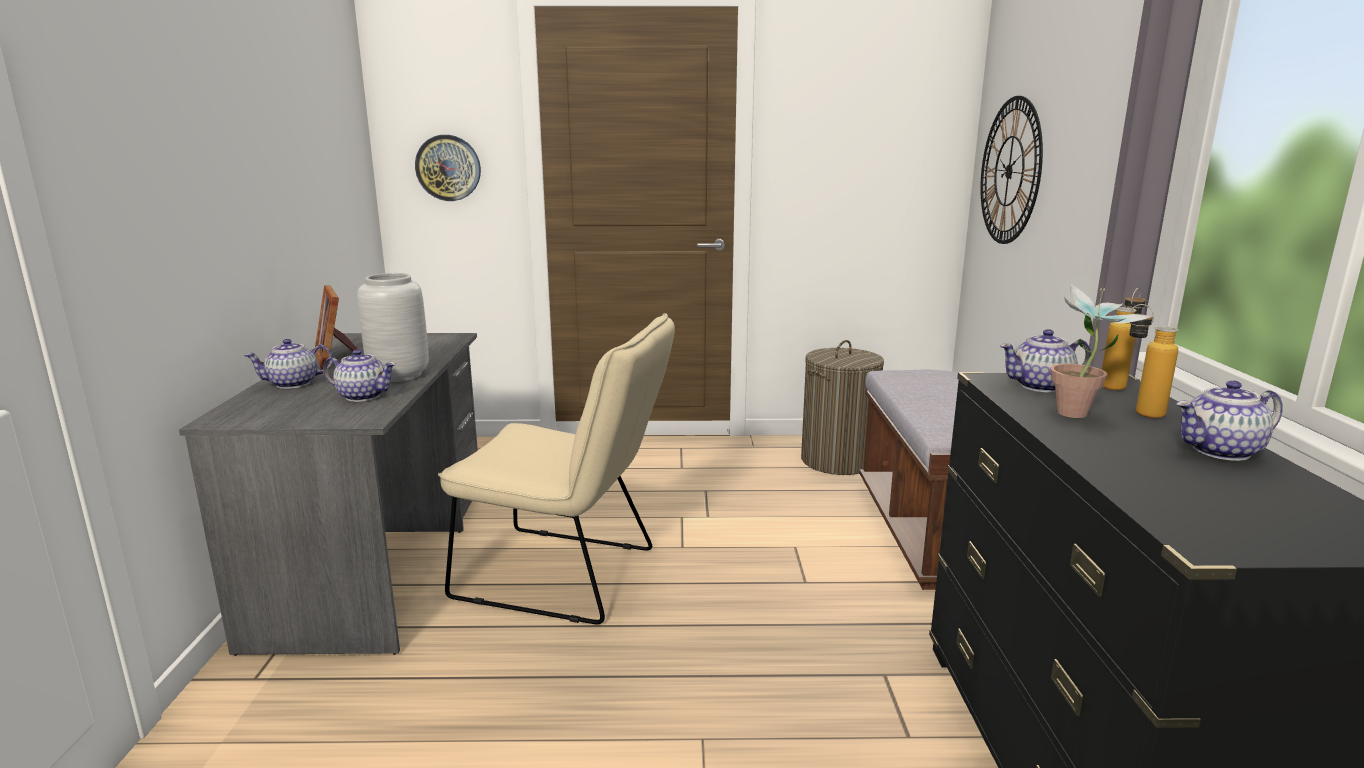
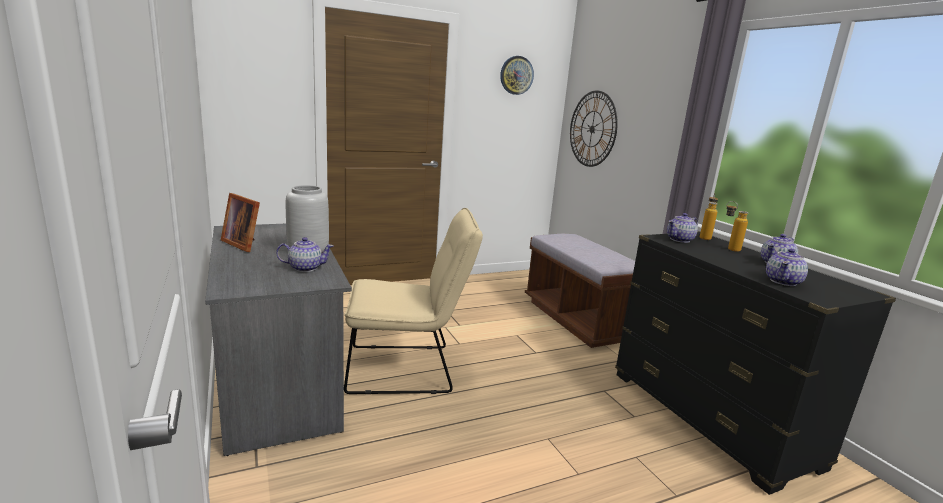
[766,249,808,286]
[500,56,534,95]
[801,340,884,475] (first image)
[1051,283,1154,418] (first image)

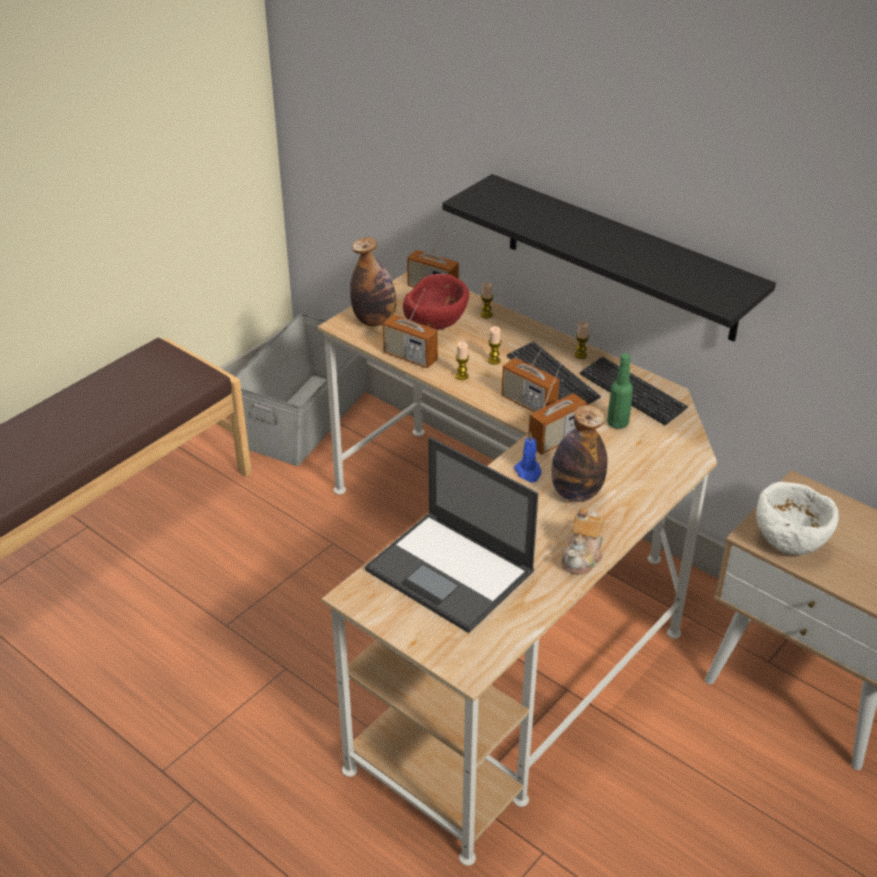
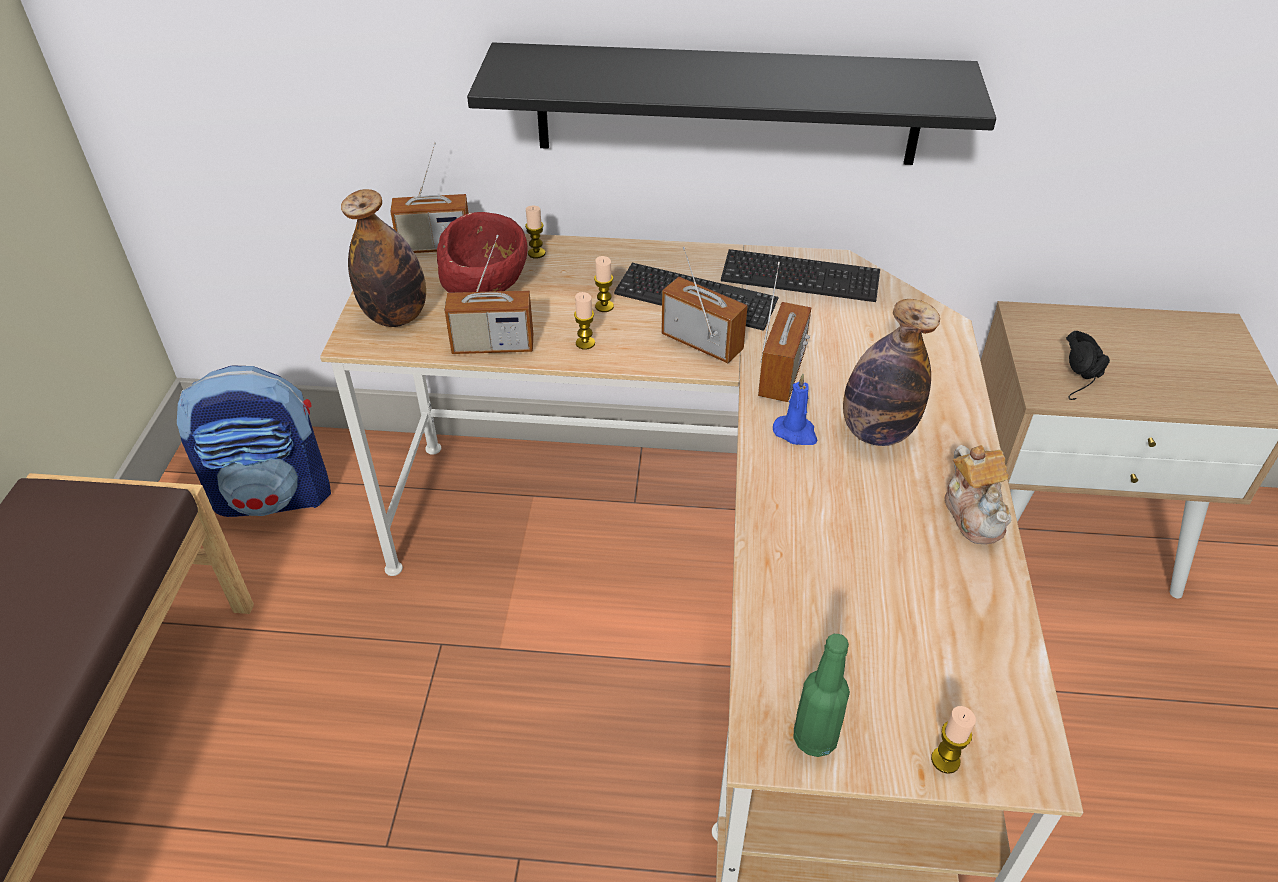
[177,365,331,517]
[365,437,539,633] (first image)
[661,247,748,363]
[931,706,976,774]
[794,634,850,757]
[1066,331,1110,400]

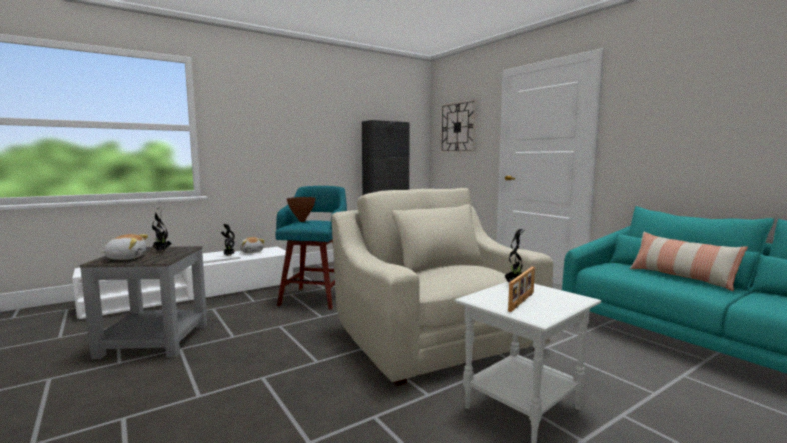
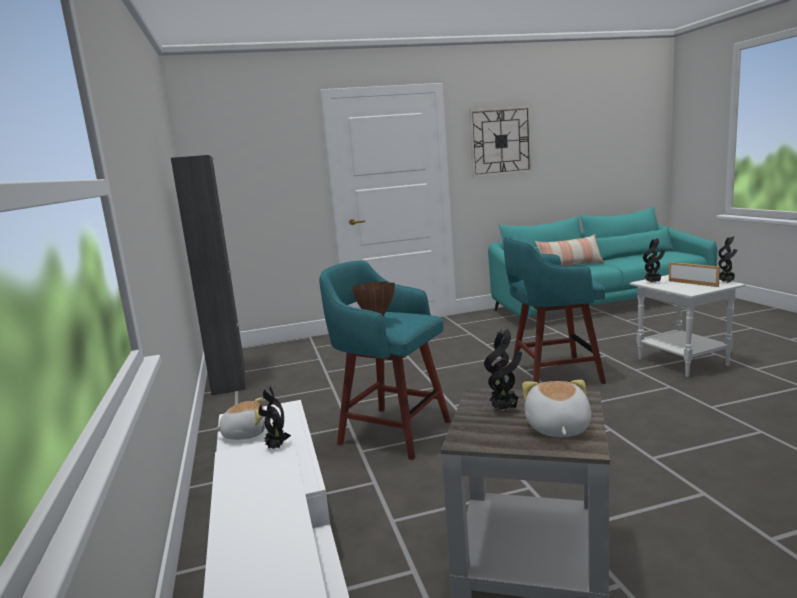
[503,235,606,384]
[469,106,532,177]
[718,236,738,283]

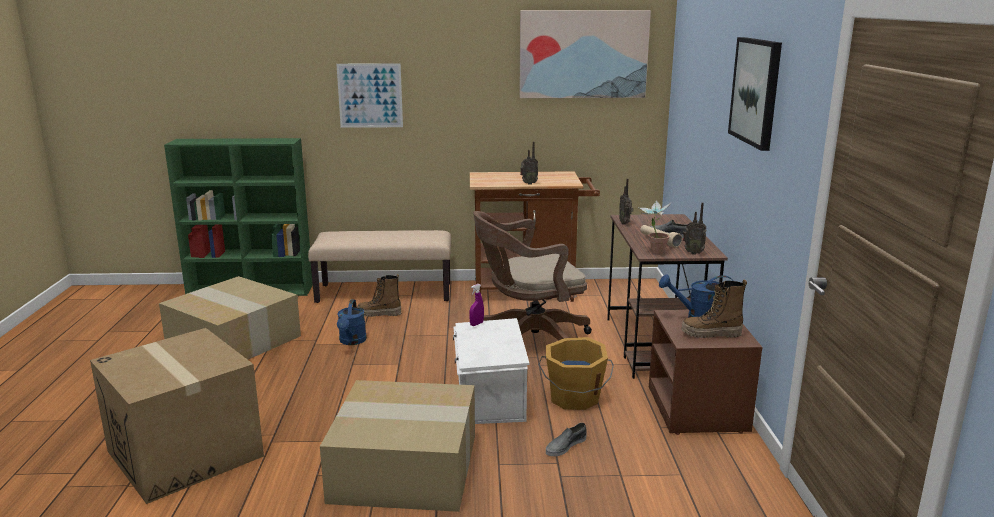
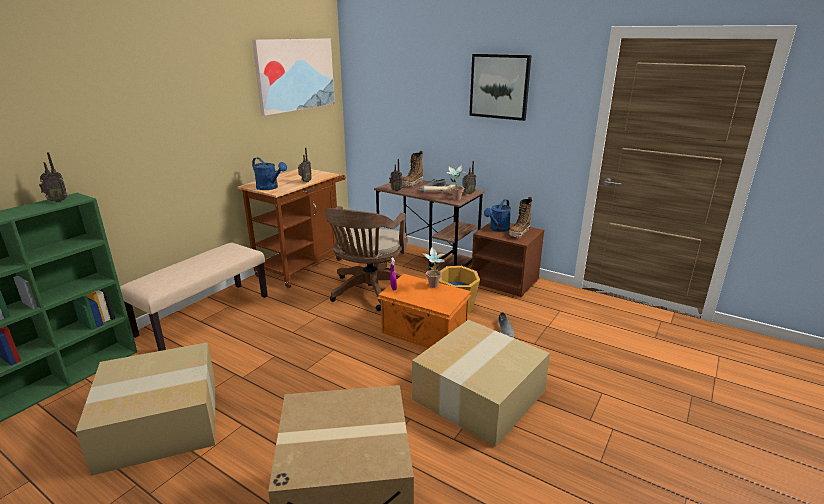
[336,63,403,128] (first image)
[252,157,287,190]
[402,151,423,187]
[377,274,472,348]
[39,152,67,203]
[422,247,446,288]

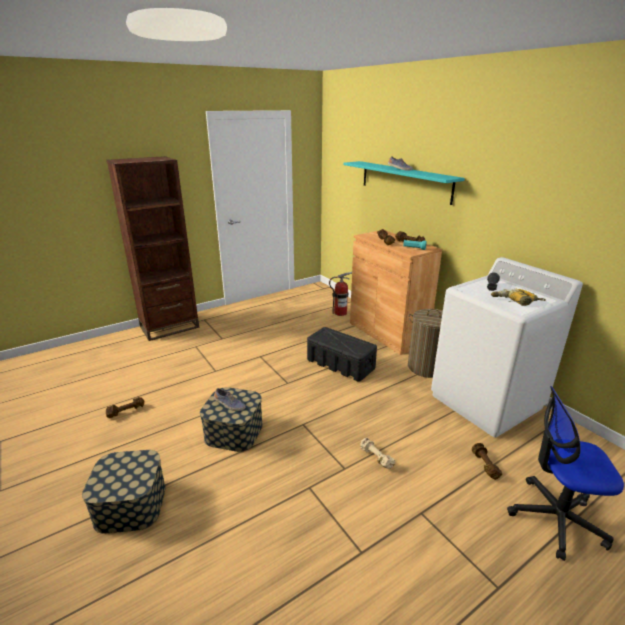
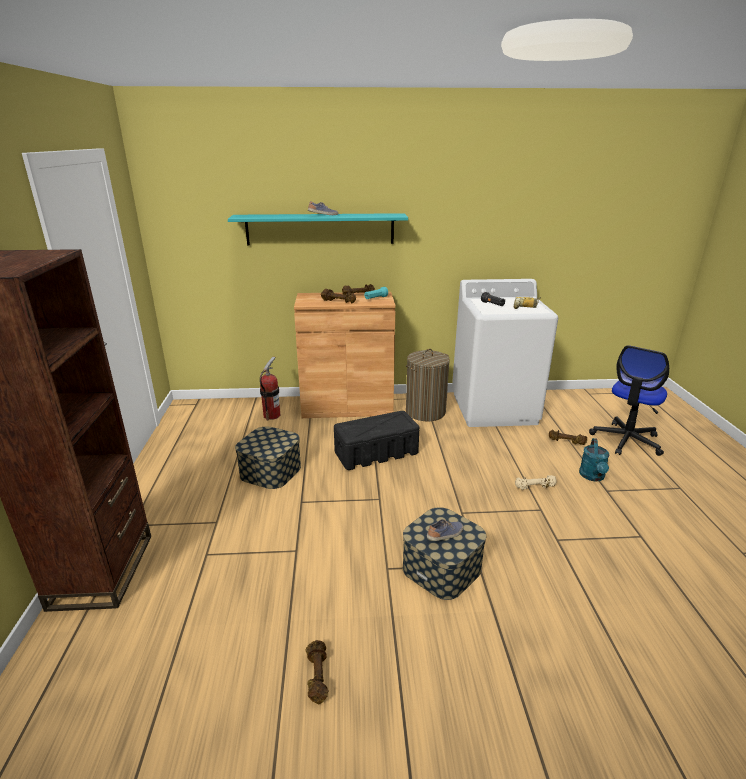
[235,427,301,489]
[579,438,609,481]

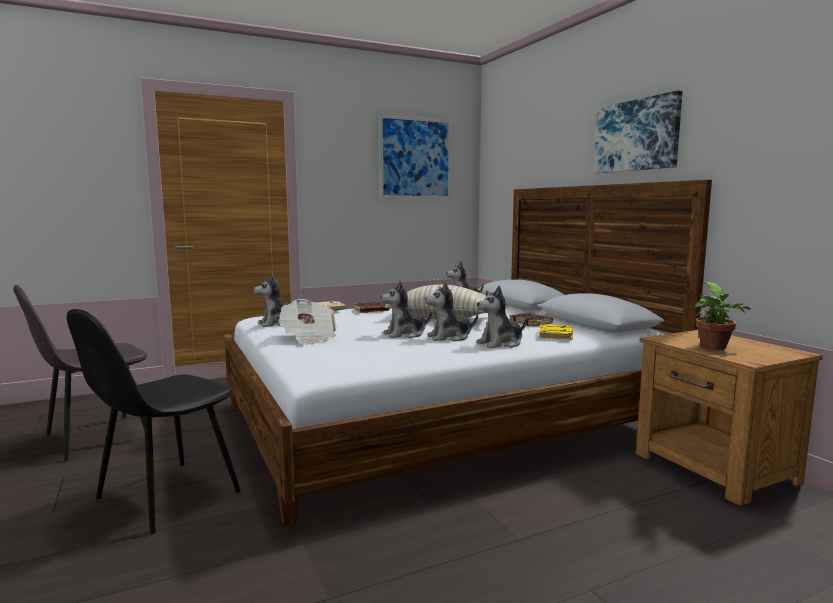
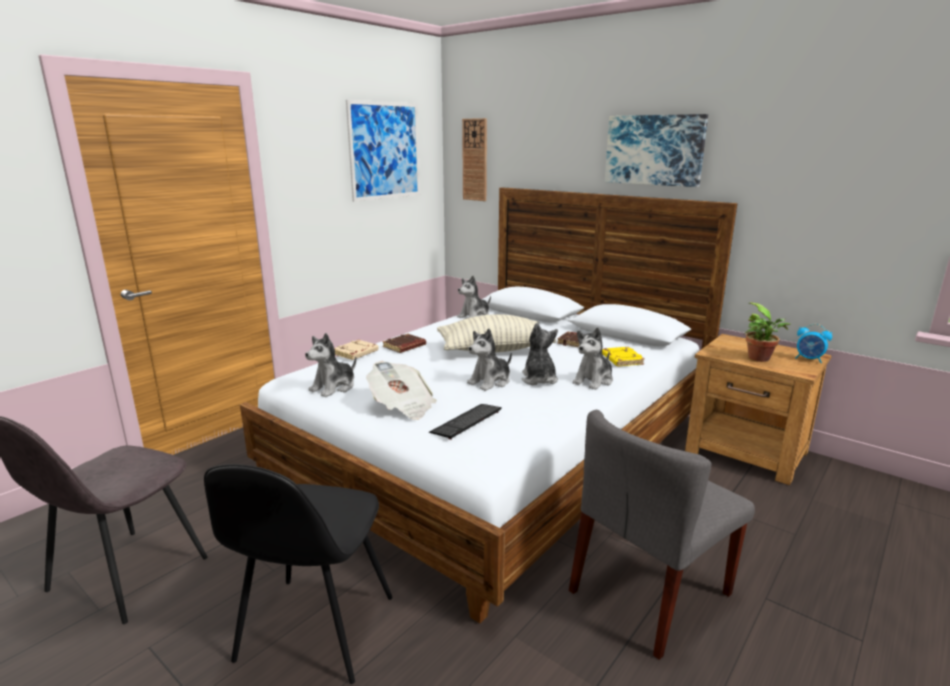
[522,323,558,385]
[429,404,502,440]
[462,118,487,201]
[569,410,755,660]
[795,324,832,363]

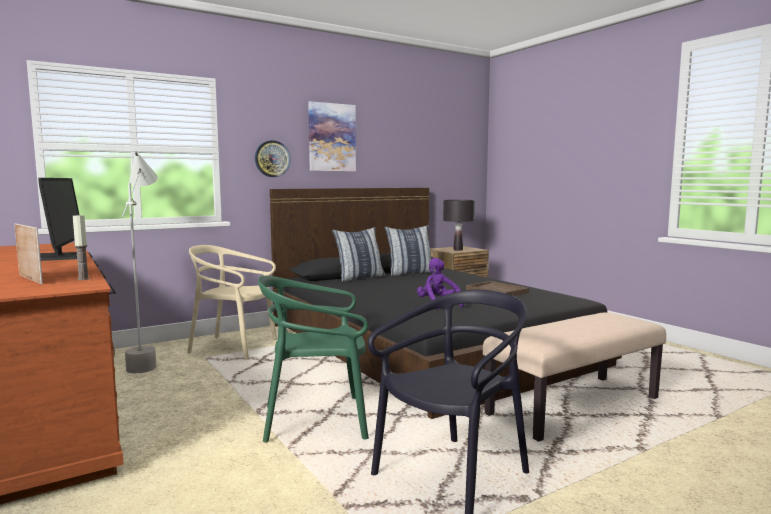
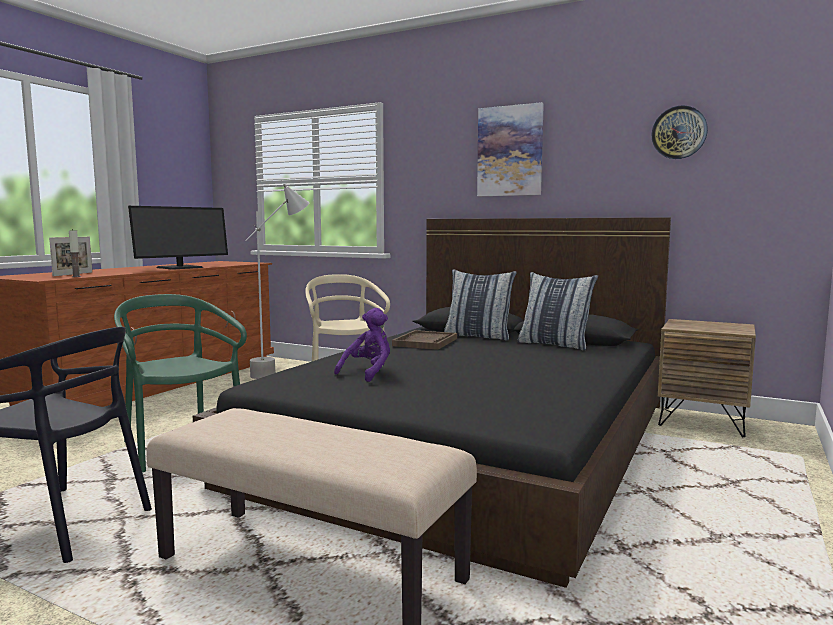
[652,105,708,159]
[443,200,475,251] (first image)
[392,330,457,350]

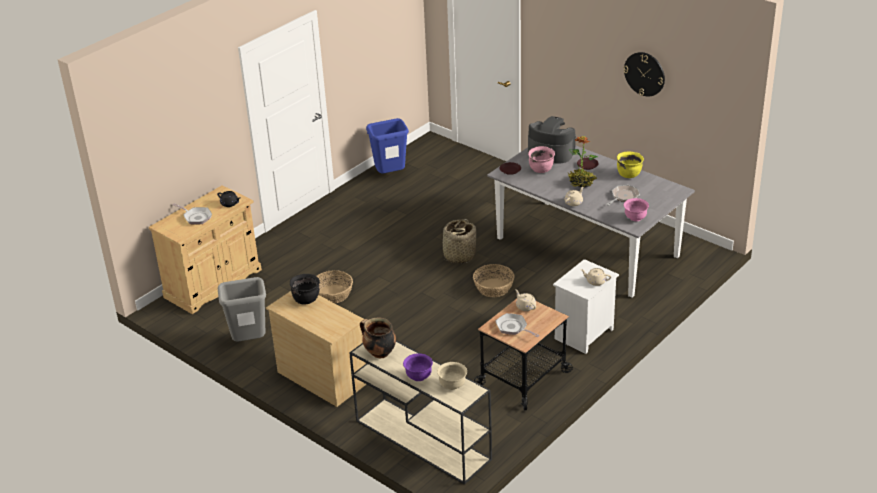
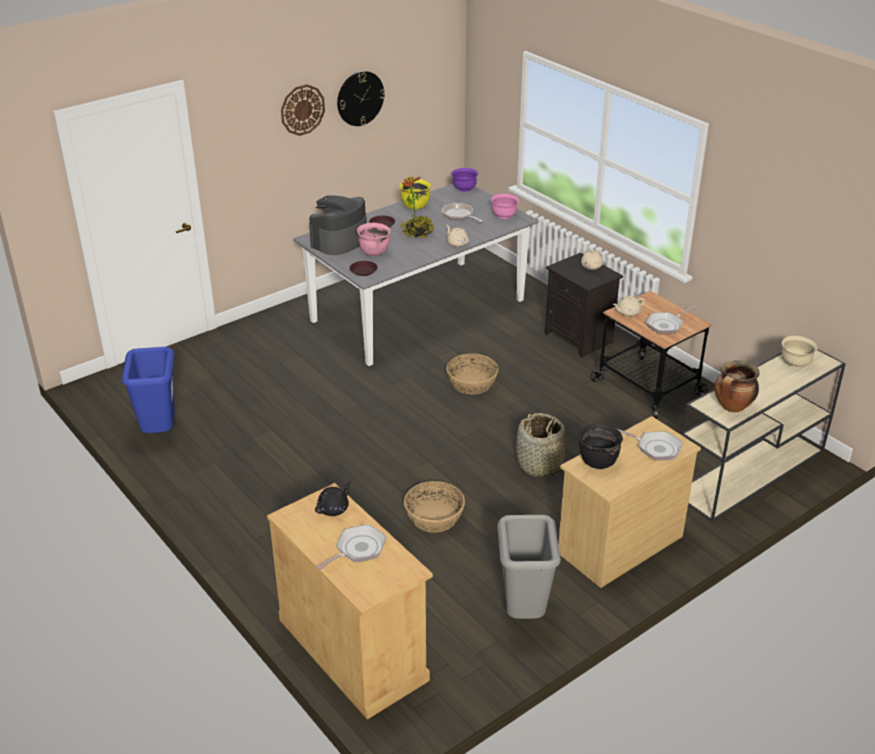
[451,168,478,192]
[516,413,565,477]
[545,252,623,357]
[281,84,325,136]
[618,429,682,461]

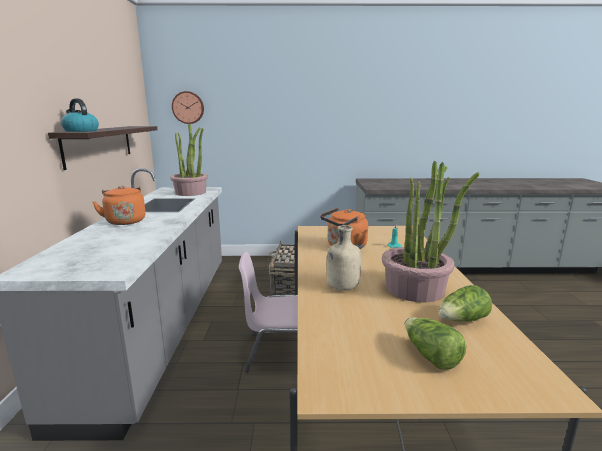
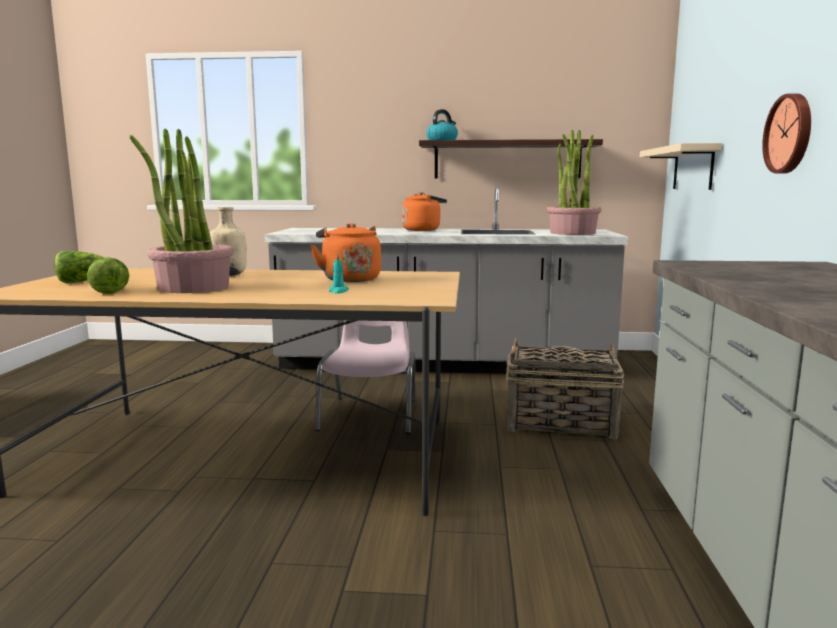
[762,94,811,173]
[640,143,722,190]

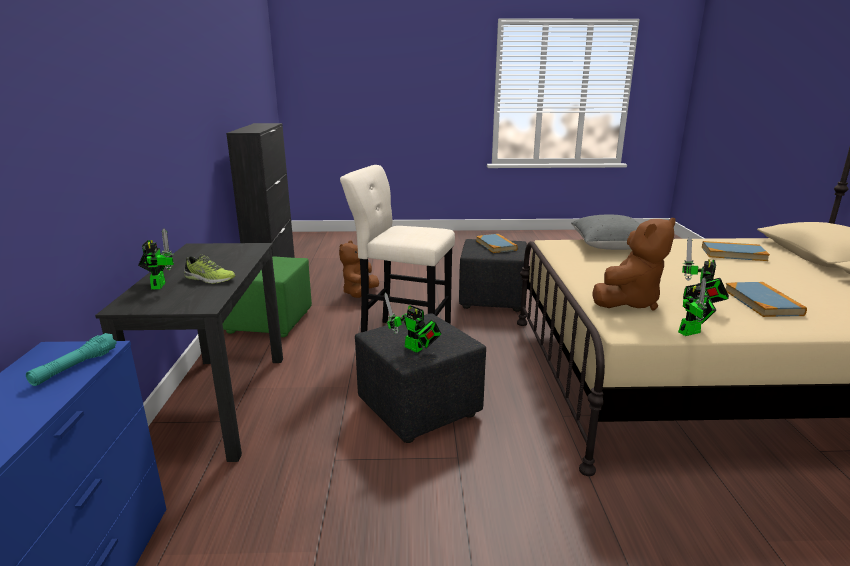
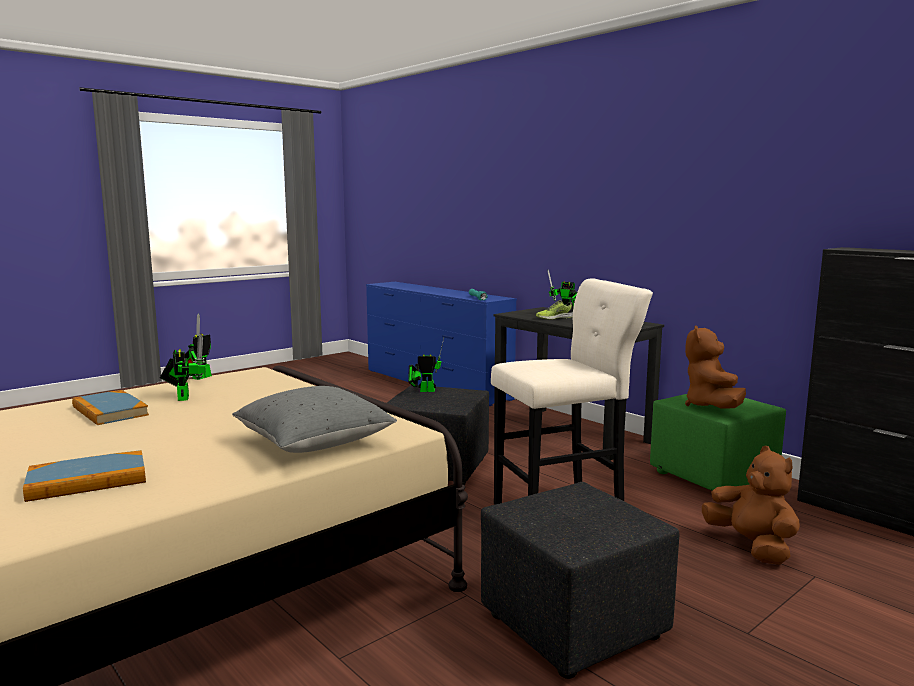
[476,234,518,253] (first image)
[685,326,746,409]

